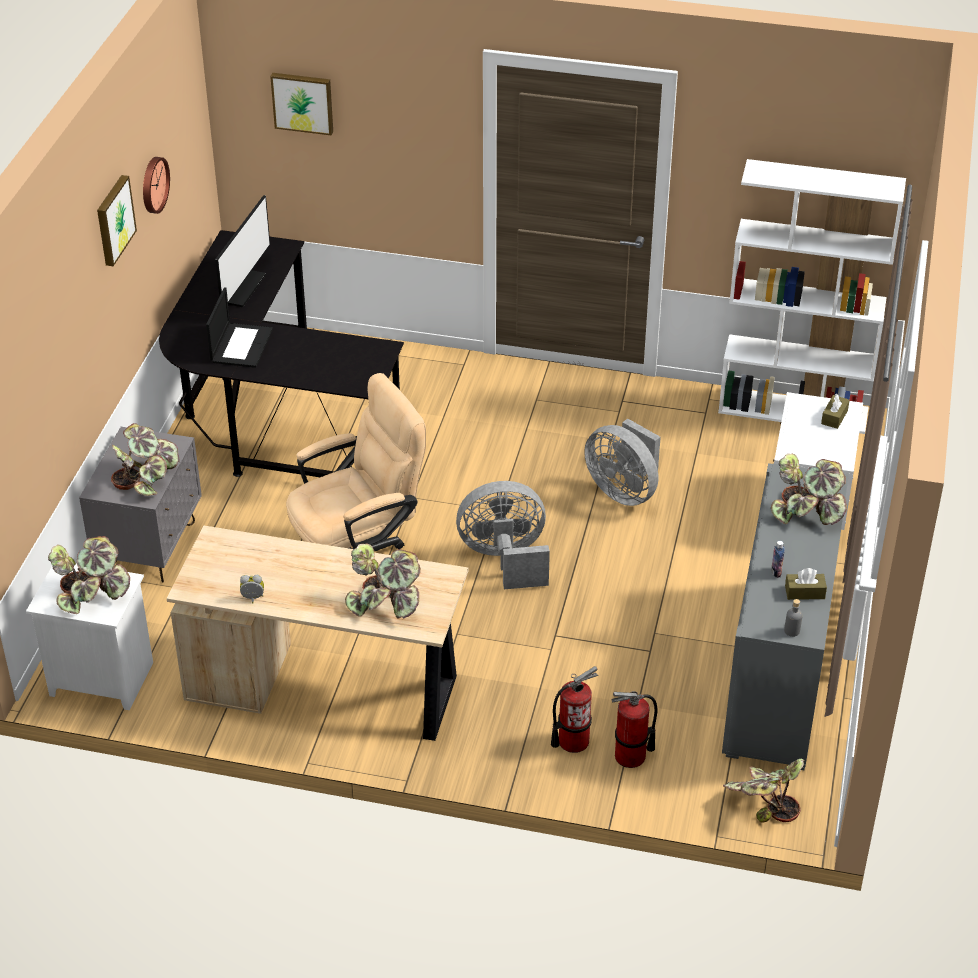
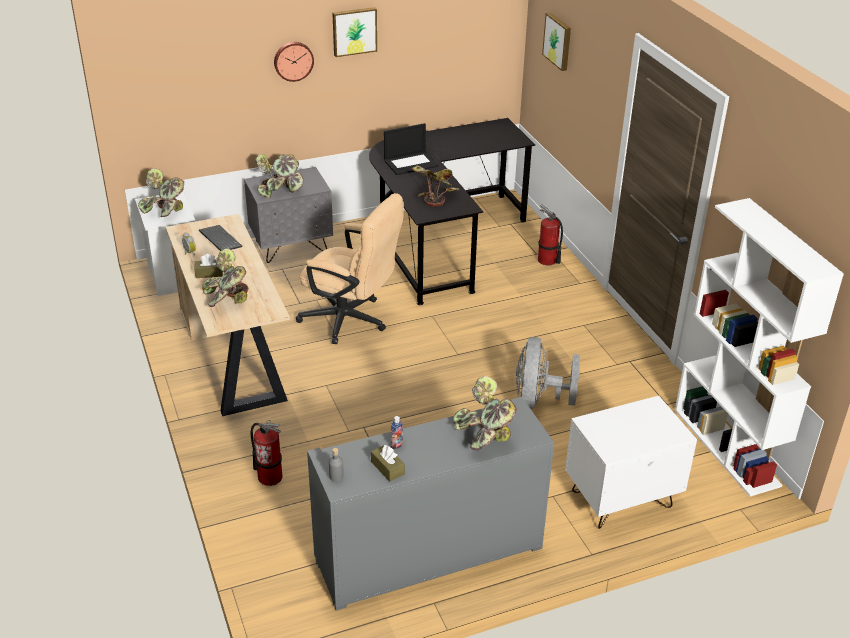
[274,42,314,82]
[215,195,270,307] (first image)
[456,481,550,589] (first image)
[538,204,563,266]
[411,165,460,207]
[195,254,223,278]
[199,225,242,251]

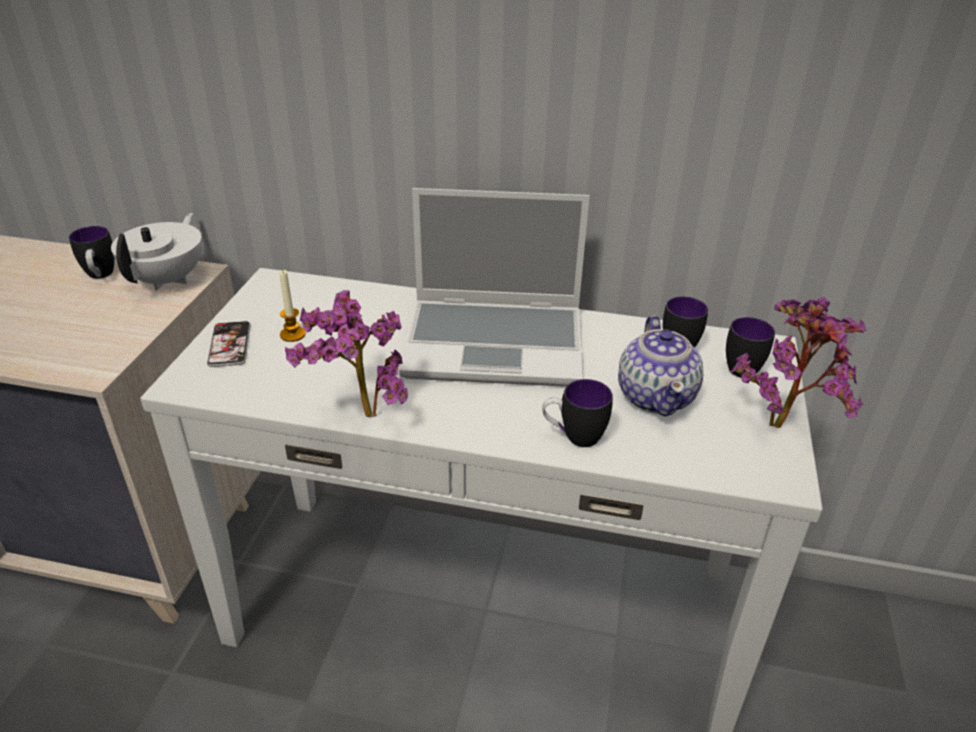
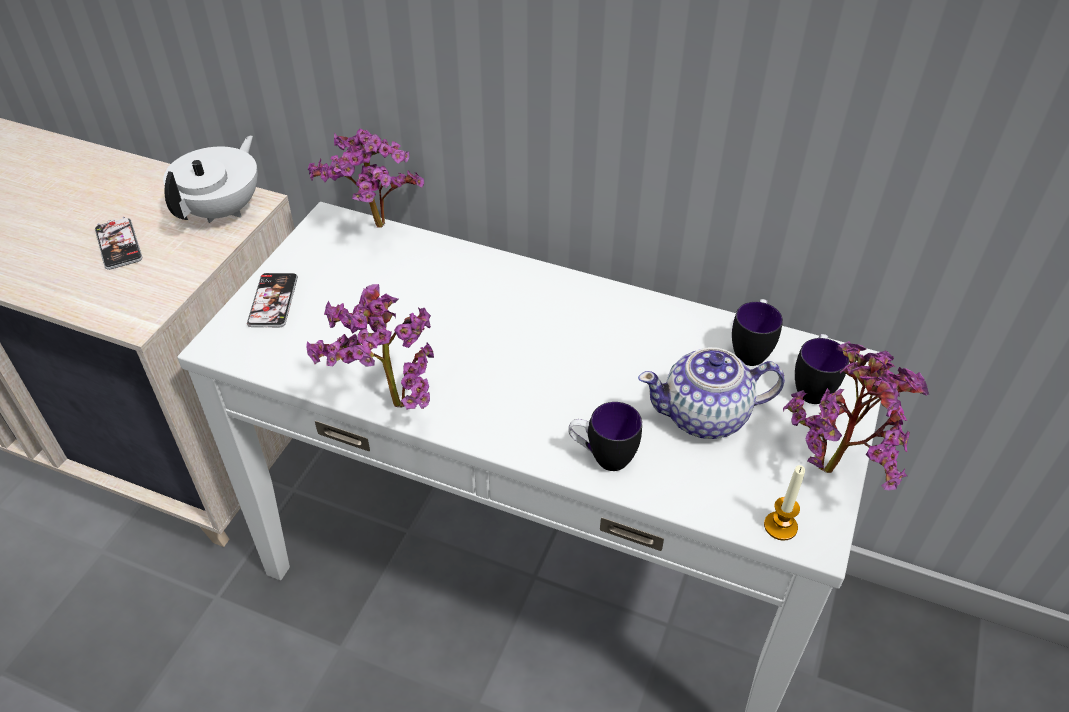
[69,226,115,279] (first image)
[764,465,805,541]
[399,188,590,387] (first image)
[638,347,785,439]
[95,217,142,270]
[308,129,424,228]

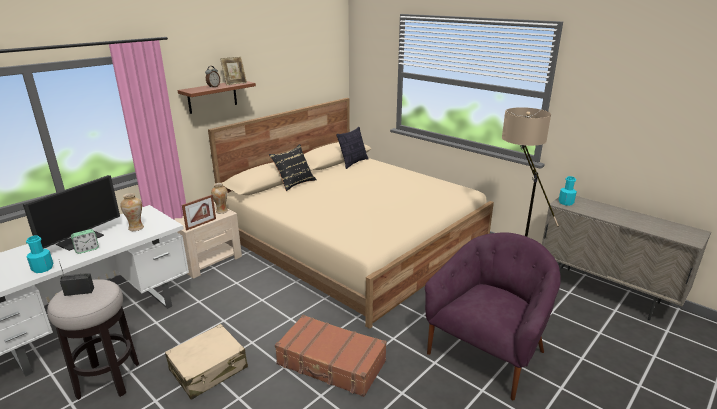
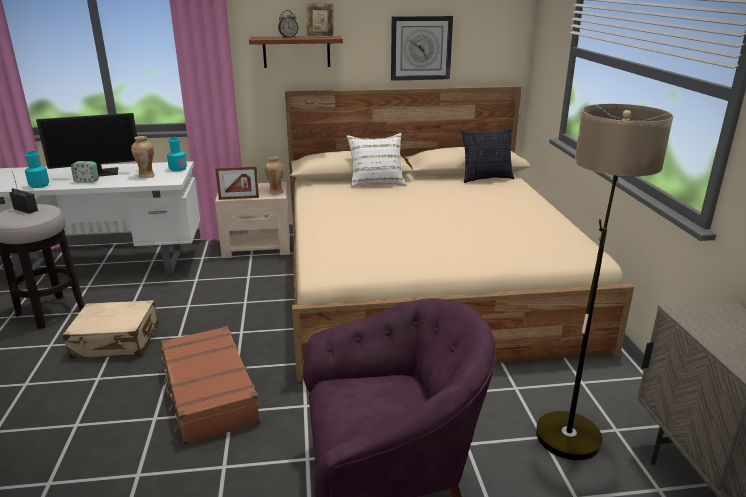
[347,133,406,187]
[167,137,187,171]
[391,16,453,81]

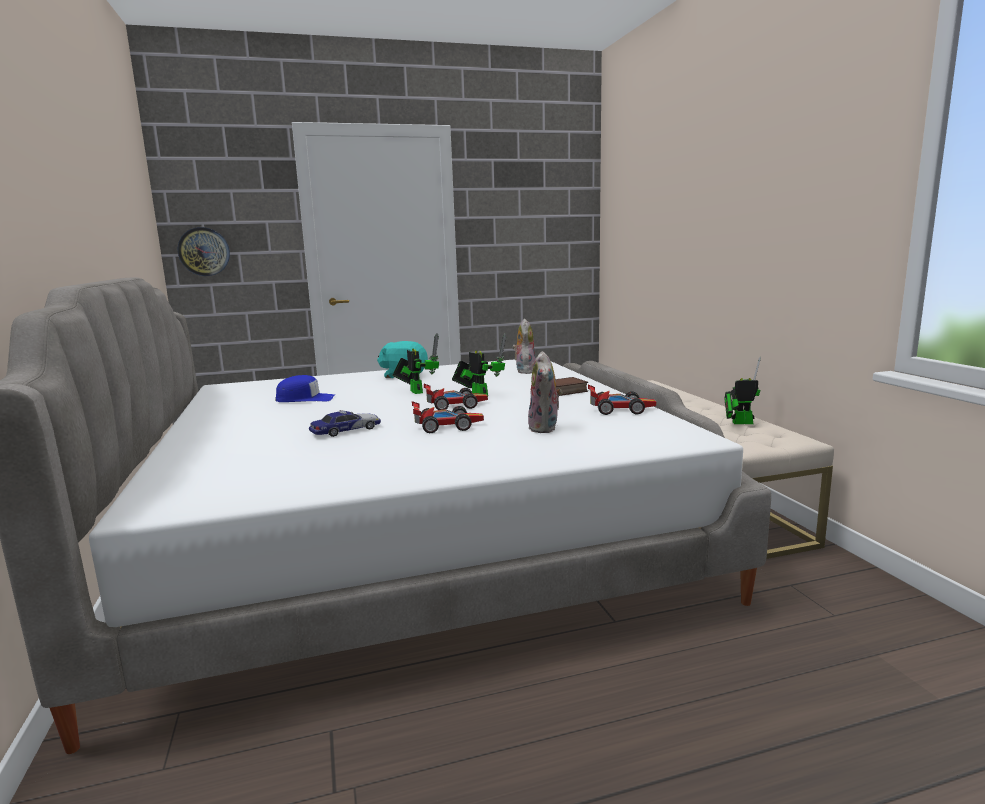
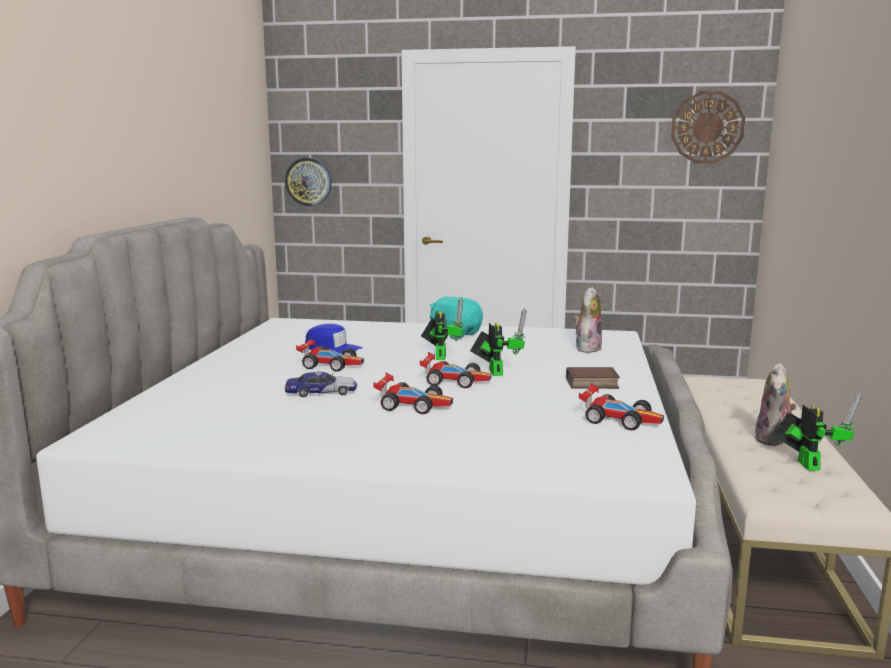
[754,363,797,446]
[772,393,862,471]
[296,338,364,371]
[671,91,745,163]

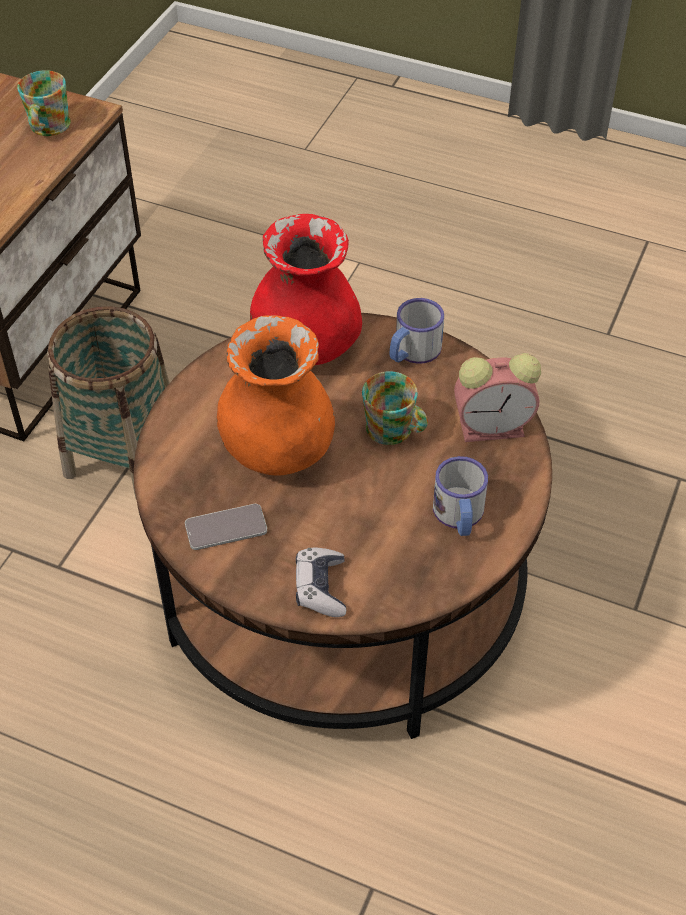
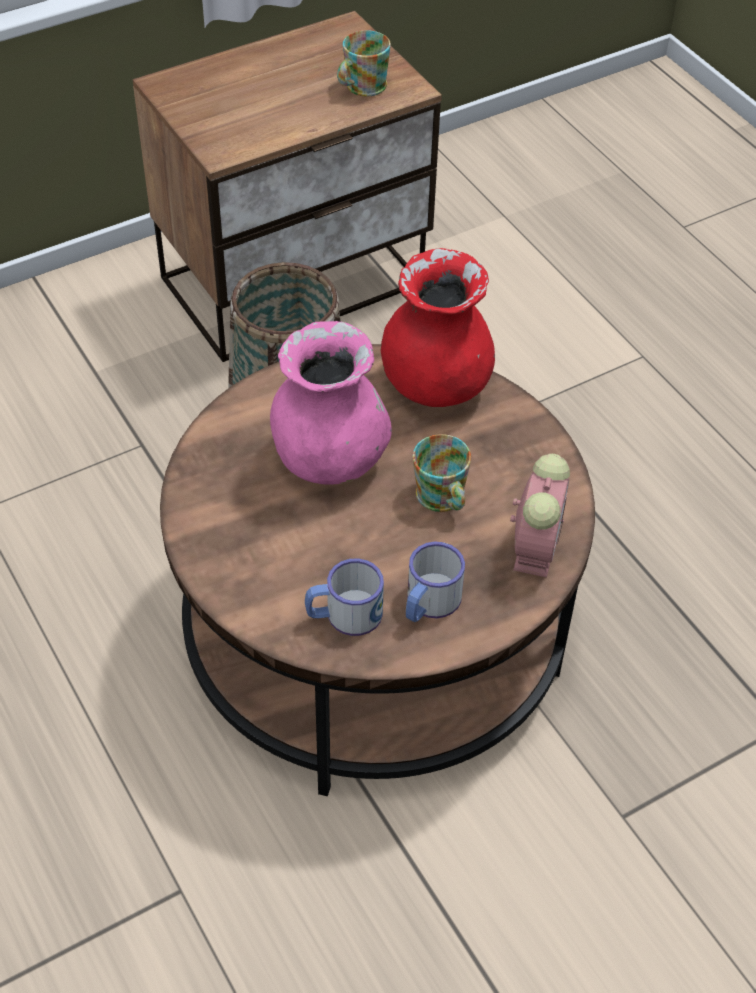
[185,504,267,550] (first image)
[270,321,392,485]
[296,548,346,617] (first image)
[305,558,384,636]
[510,454,570,577]

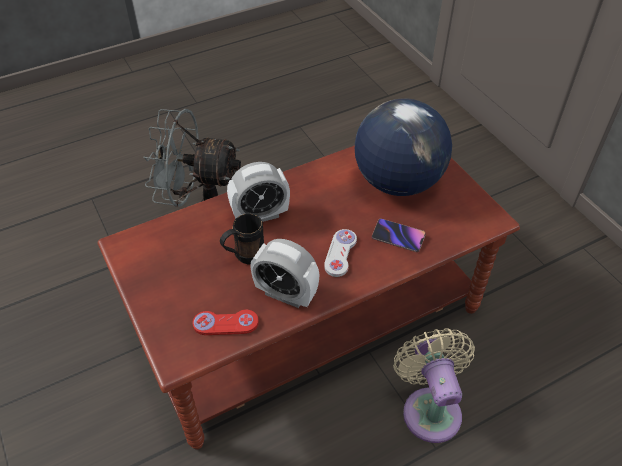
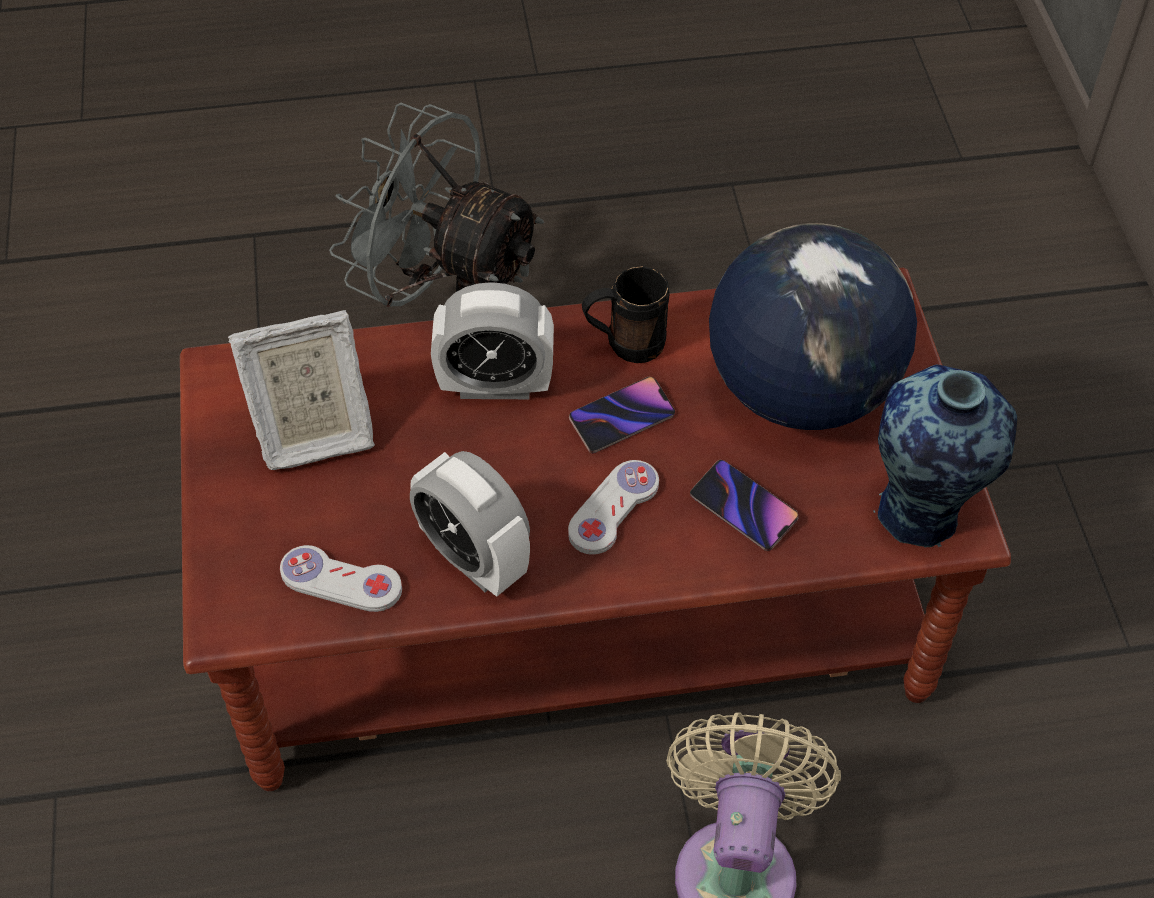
[280,545,402,612]
[582,266,670,363]
[228,310,375,470]
[569,376,675,454]
[873,365,1017,547]

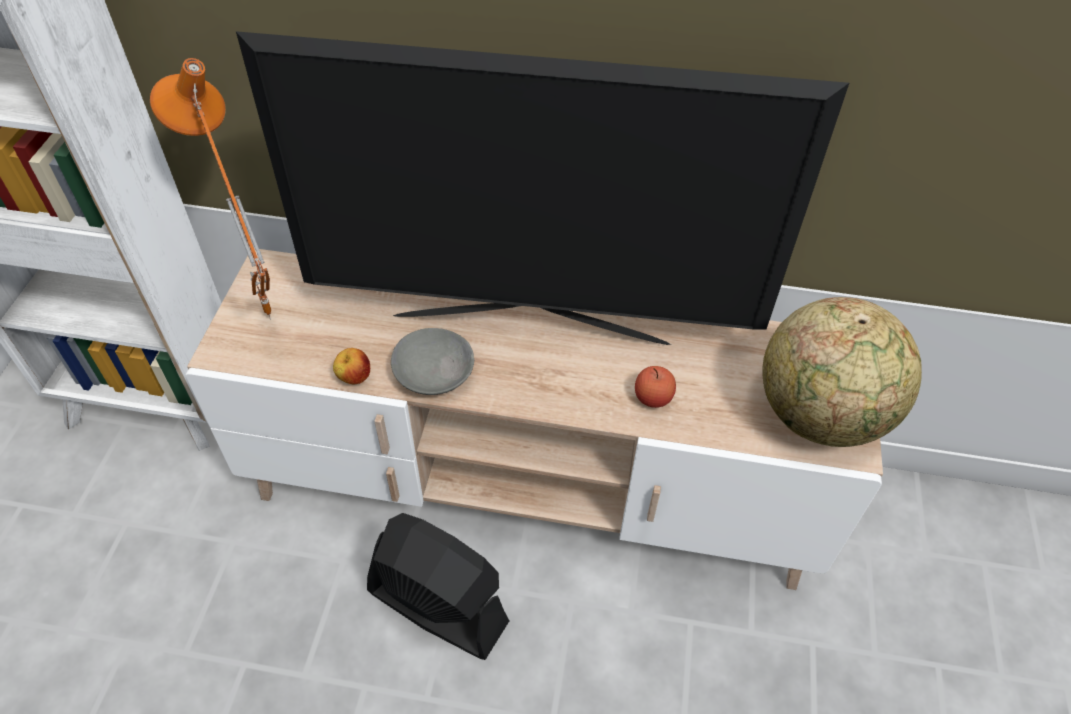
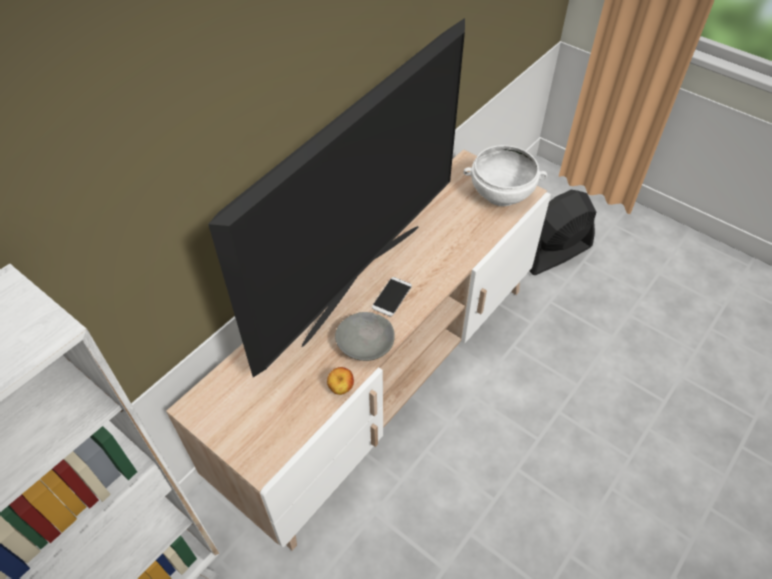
[150,58,271,320] (first image)
[530,190,596,275]
[635,366,676,408] (first image)
[464,145,547,206]
[372,277,412,316]

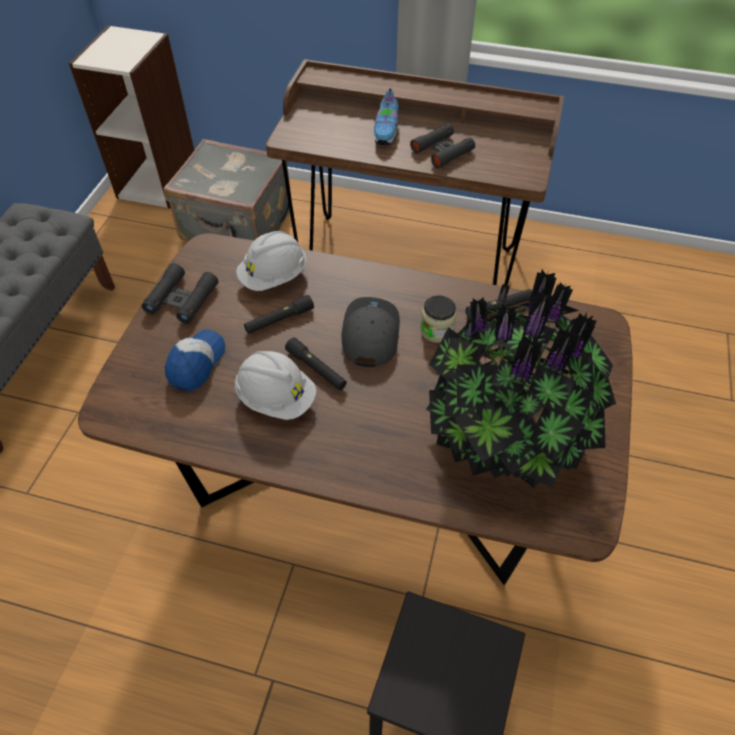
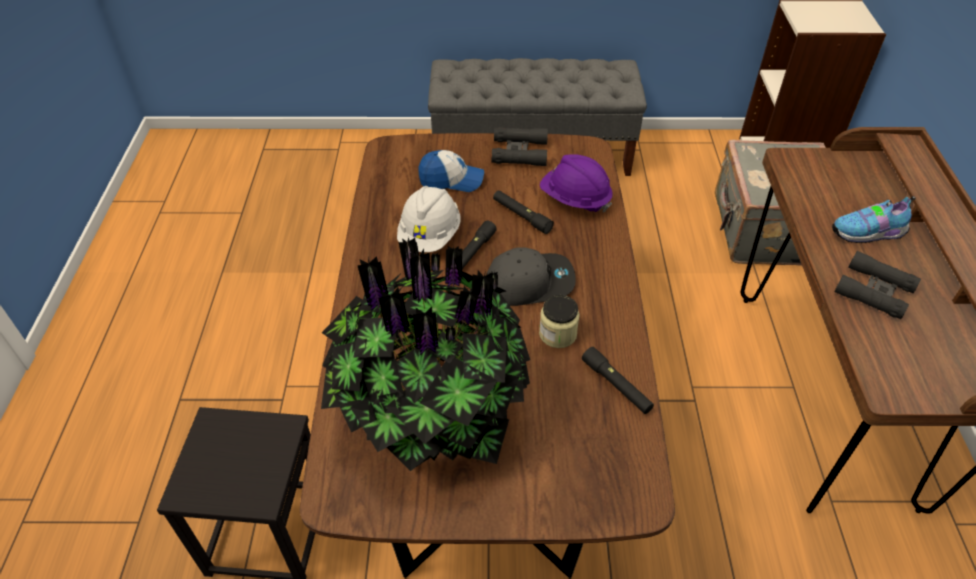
[540,154,612,212]

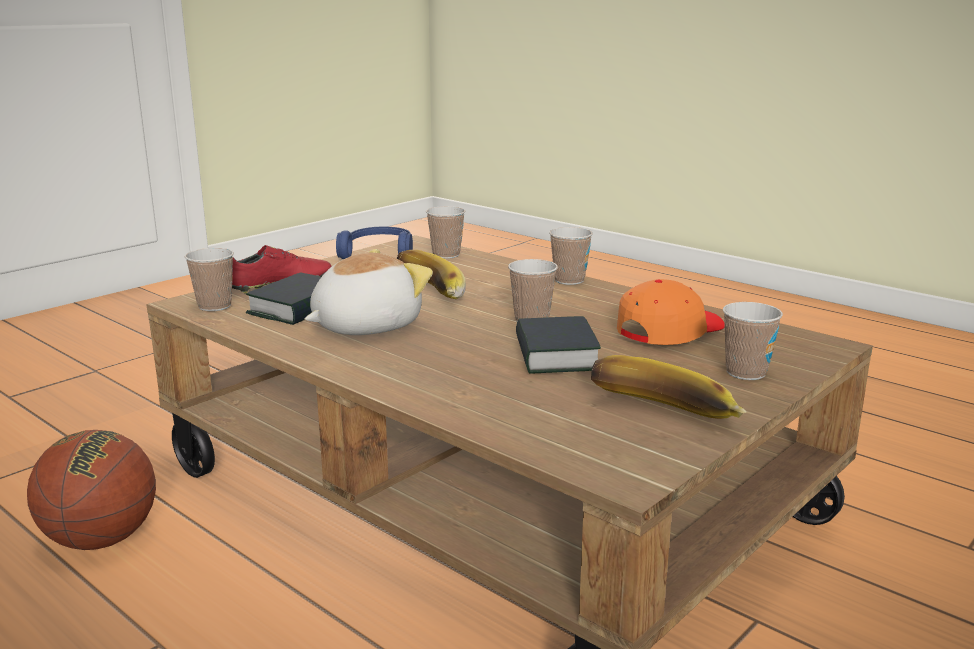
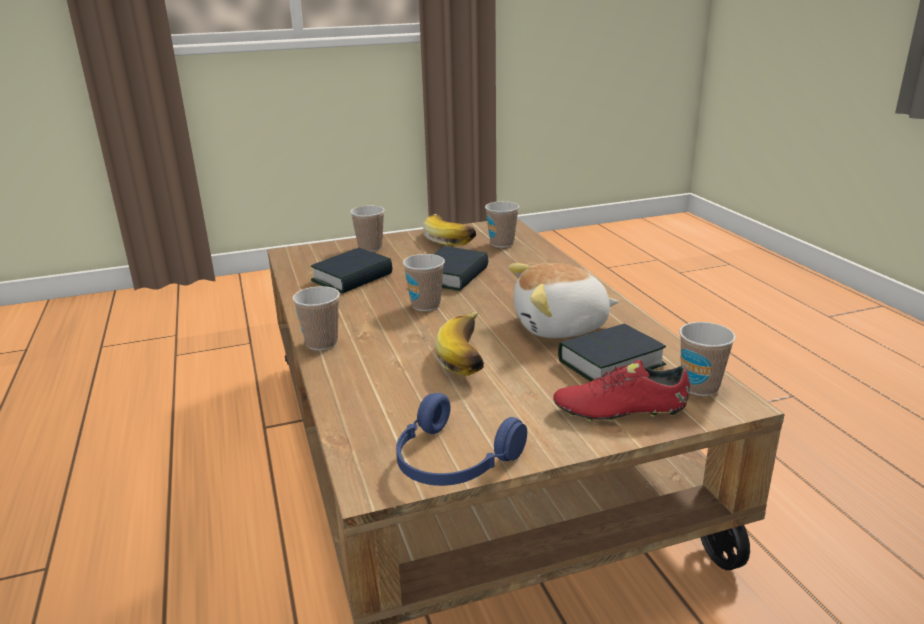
[27,430,156,550] (first image)
[485,201,519,248]
[311,248,392,294]

